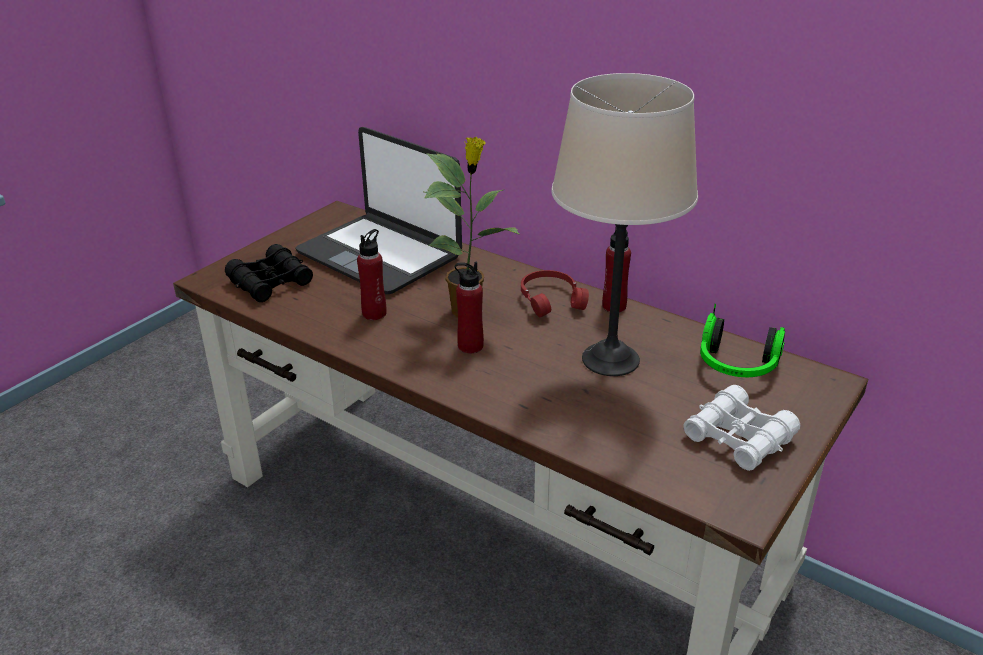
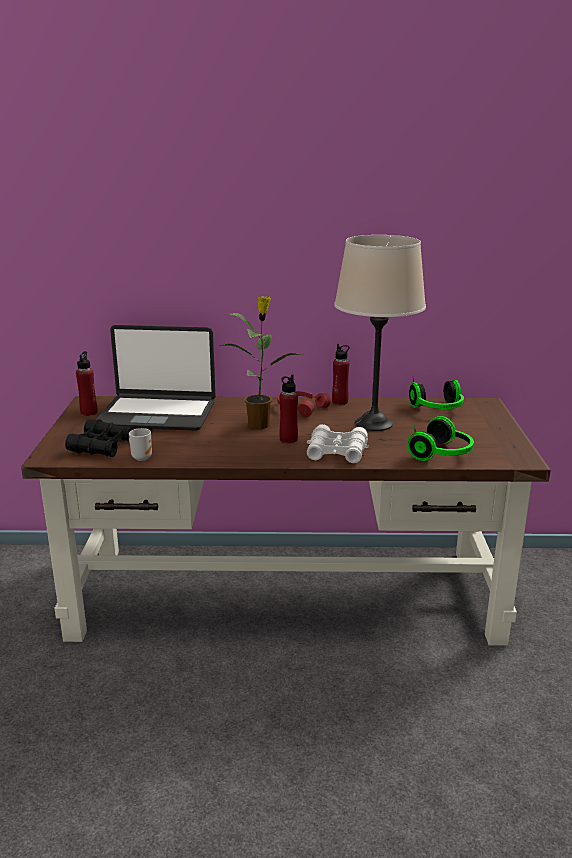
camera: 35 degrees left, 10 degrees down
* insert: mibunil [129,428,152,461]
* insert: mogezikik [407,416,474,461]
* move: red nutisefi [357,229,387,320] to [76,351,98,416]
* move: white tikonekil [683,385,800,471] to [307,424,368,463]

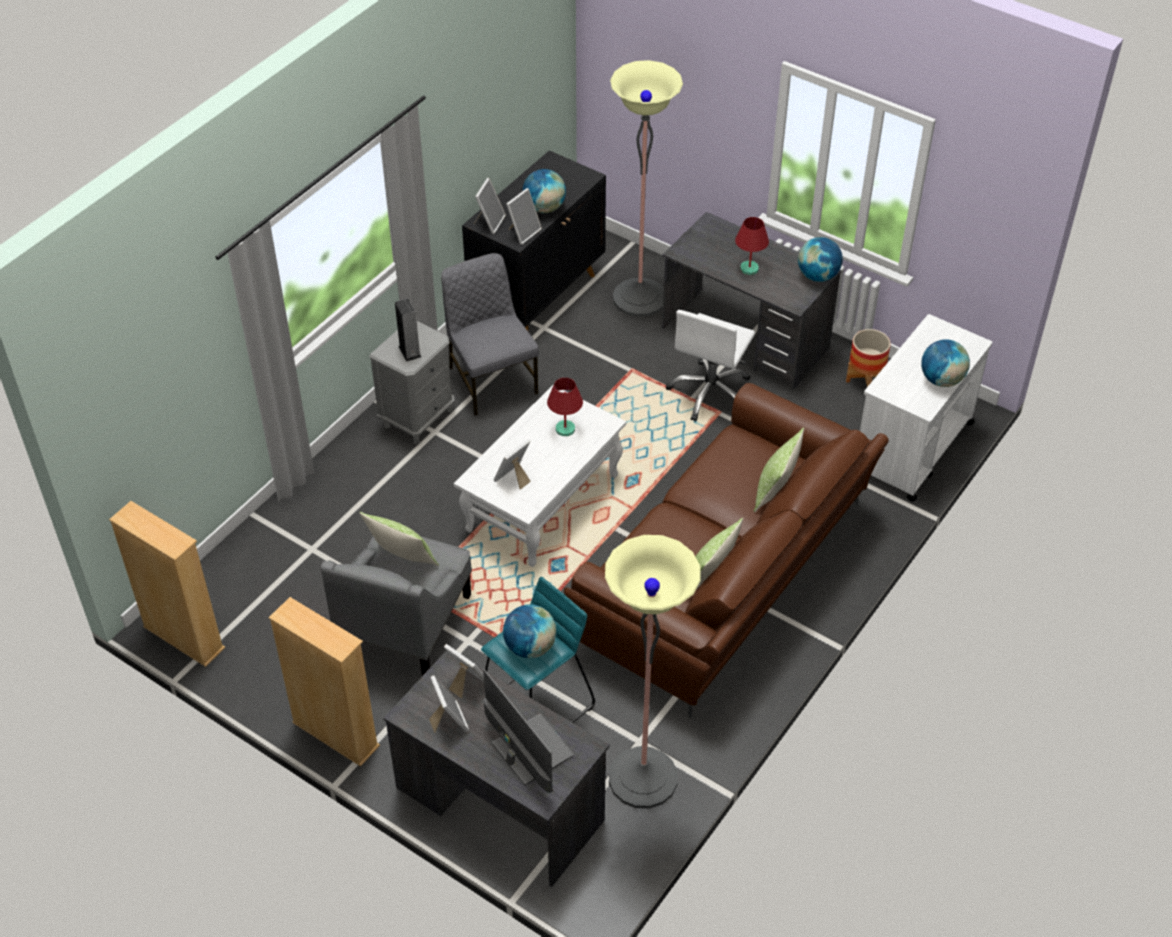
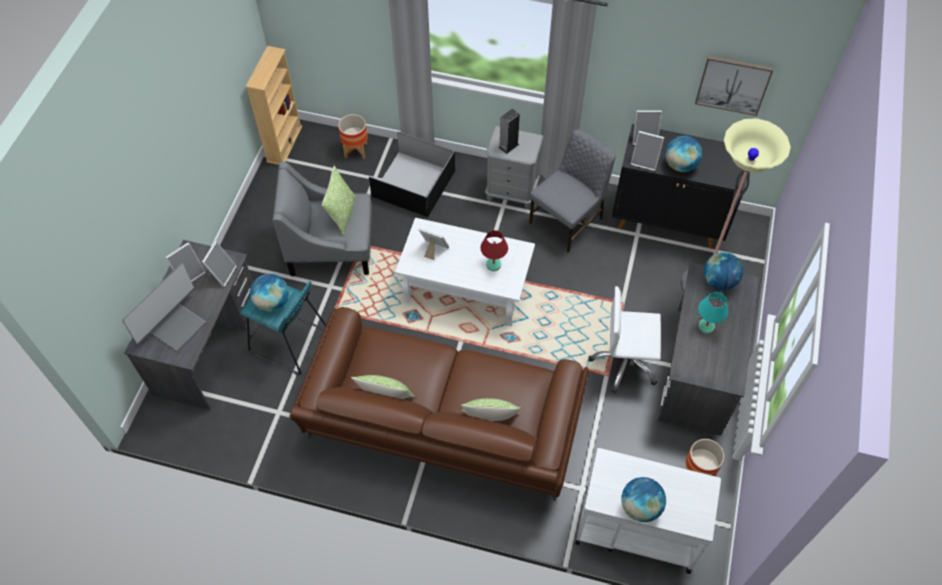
camera: 70 degrees right, 10 degrees up
* delete: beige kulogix [269,597,380,767]
* delete: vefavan [605,535,701,808]
* insert: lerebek [338,114,368,159]
* insert: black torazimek [369,131,455,217]
* insert: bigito [695,55,774,116]
* move: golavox [798,237,843,282] to [704,252,743,290]
* recolor: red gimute [735,217,769,275] to turquoise gimute [698,292,728,334]

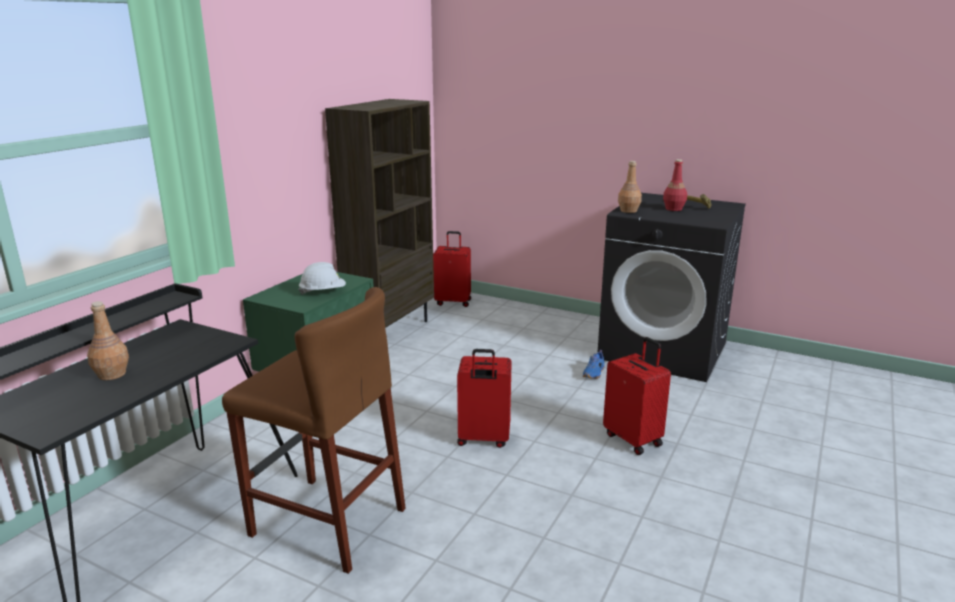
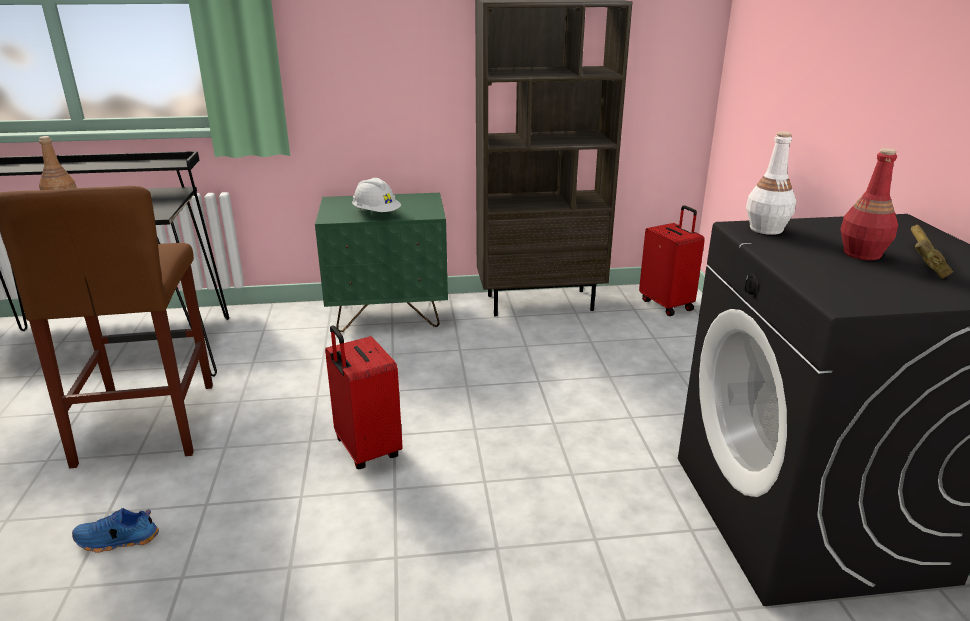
camera: 55 degrees right, 5 degrees up
* delete: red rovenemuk [603,337,671,455]
* move: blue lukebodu [583,350,605,379] to [72,508,159,553]
* recolor: brown nutisefi [618,161,642,213] to white nutisefi [746,131,796,235]

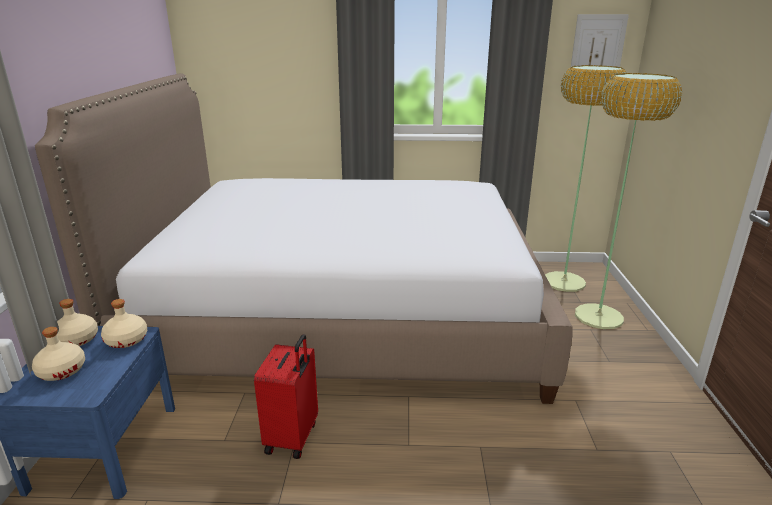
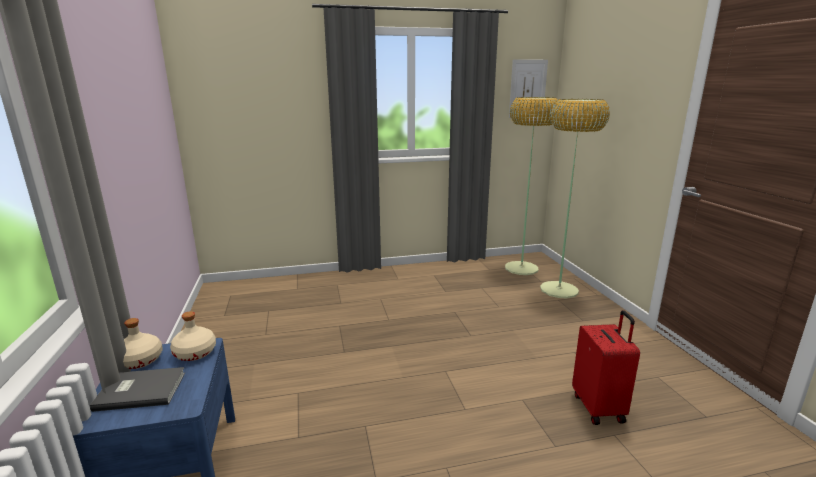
camera: 15 degrees left, 5 degrees down
* delete: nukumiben [35,73,573,404]
* move: red rovenemuk [254,334,318,459] to [572,310,640,425]
* replace: beige nutisefi [32,327,85,381] to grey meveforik [90,367,185,412]

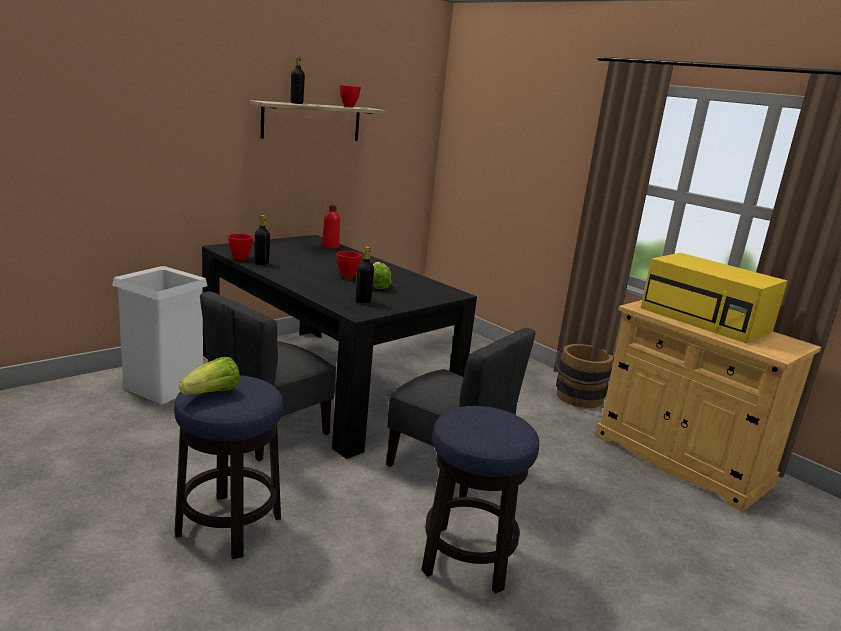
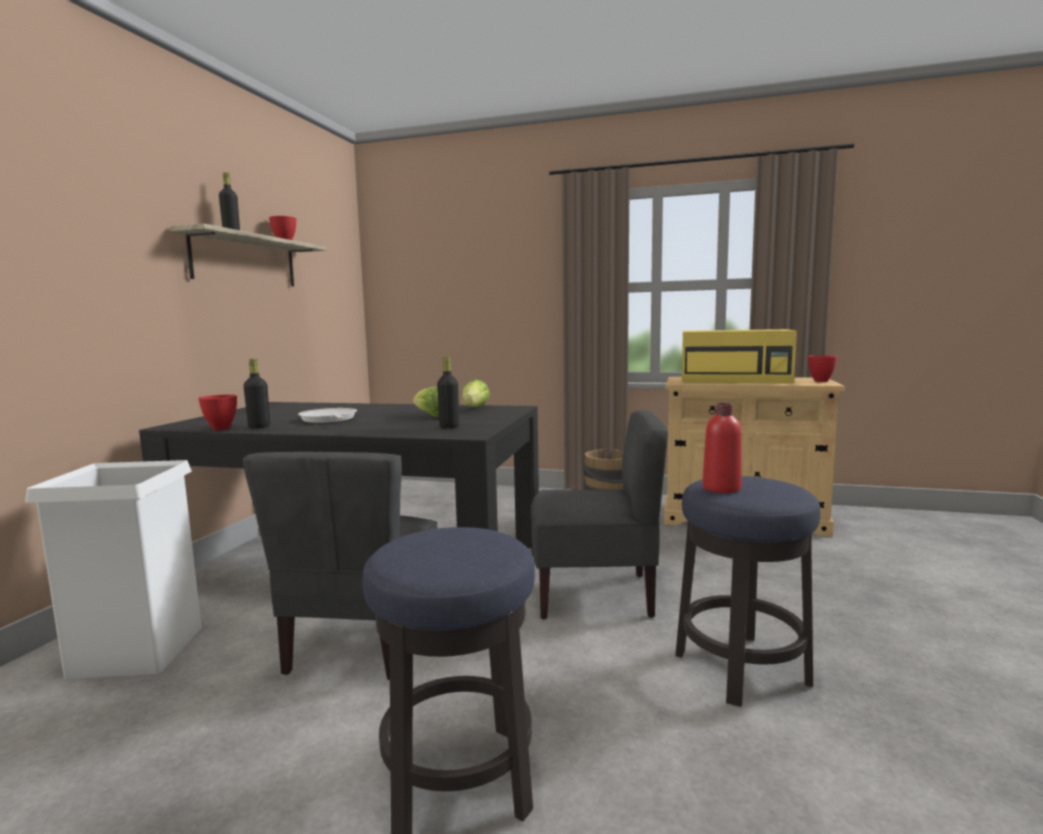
camera: 30 degrees left, 10 degrees down
* insert: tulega [298,408,357,423]
* move: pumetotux [179,357,240,395] to [462,379,490,407]
* move: red nutisefi [322,205,340,248] to [702,403,742,493]
* move: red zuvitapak [337,251,362,279] to [808,355,838,382]

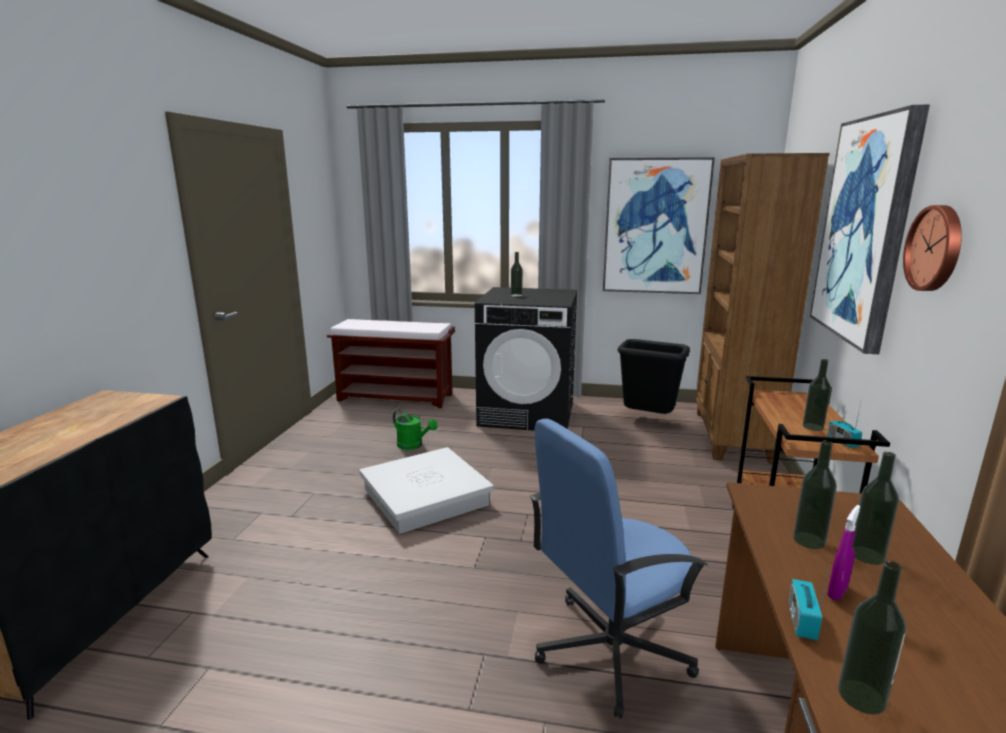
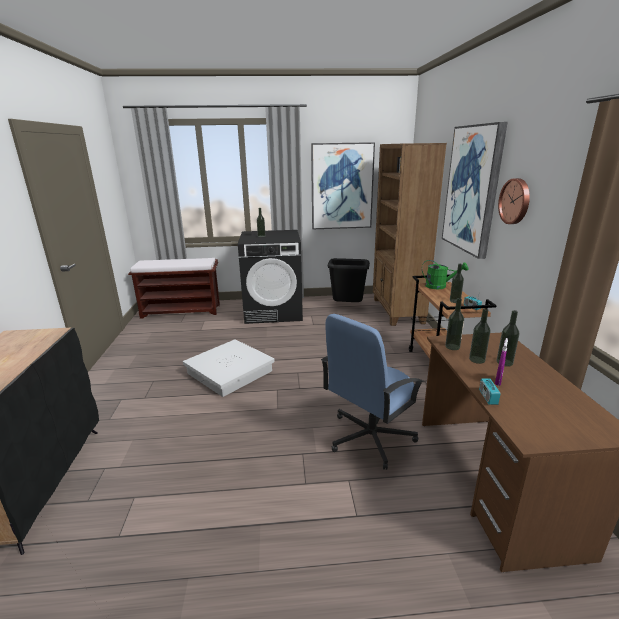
camera: 15 degrees left, 5 degrees up
* move: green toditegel [393,410,438,450] to [422,260,468,289]
* move: nutisefi [838,561,906,715] to [445,298,464,350]

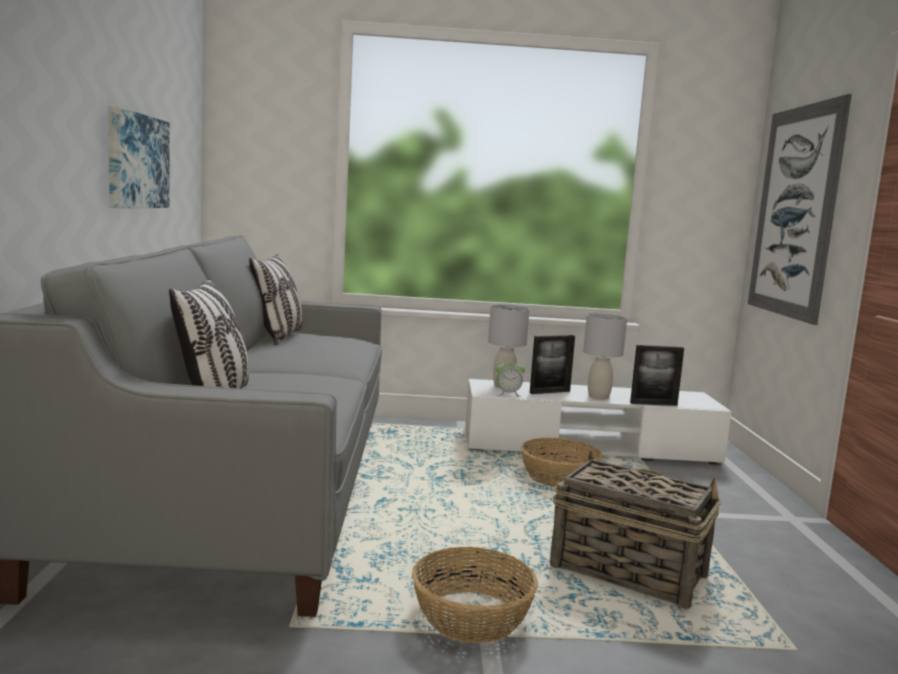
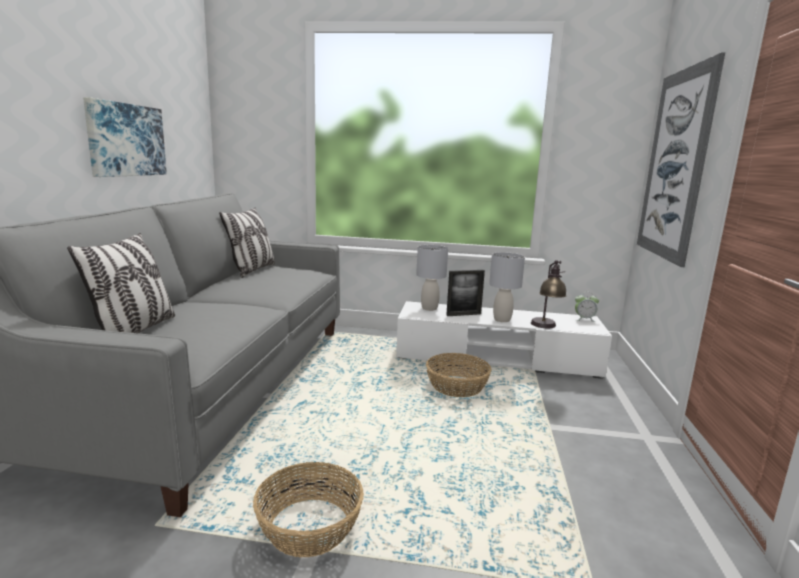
camera: 10 degrees right, 5 degrees up
* delete: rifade [550,450,721,609]
* move: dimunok [495,358,525,397] to [575,294,599,322]
* replace: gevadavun [630,345,684,406] to gimute [531,260,567,328]

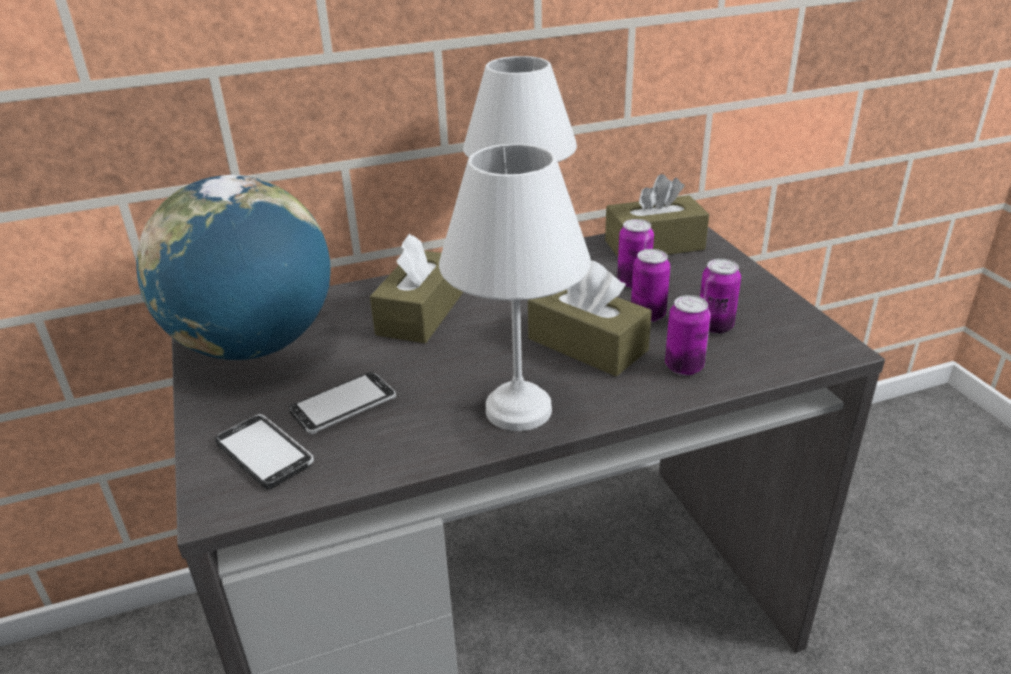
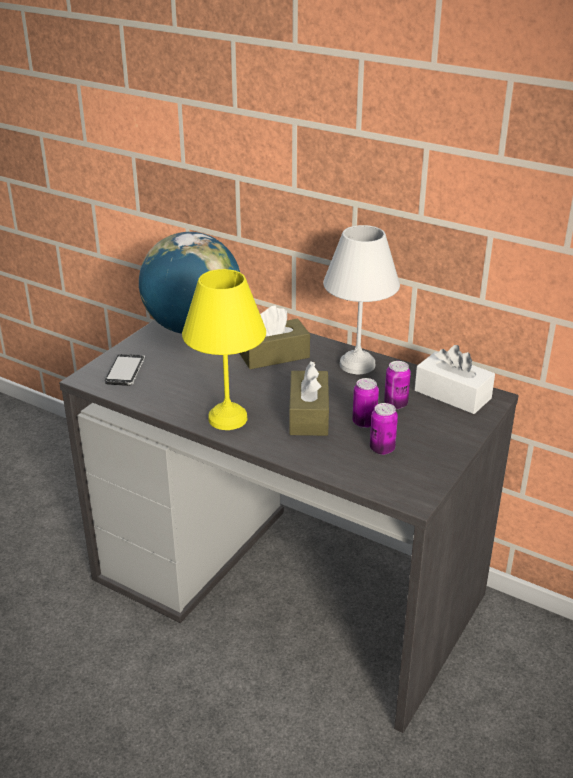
camera: 50 degrees right, 0 degrees up
* delete: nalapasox [289,372,396,434]
* delete: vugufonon [665,295,711,375]
* recolor: white gimute [439,143,591,431] to yellow gimute [182,269,266,430]
* recolor: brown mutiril [605,174,709,257] to white mutiril [415,345,495,414]

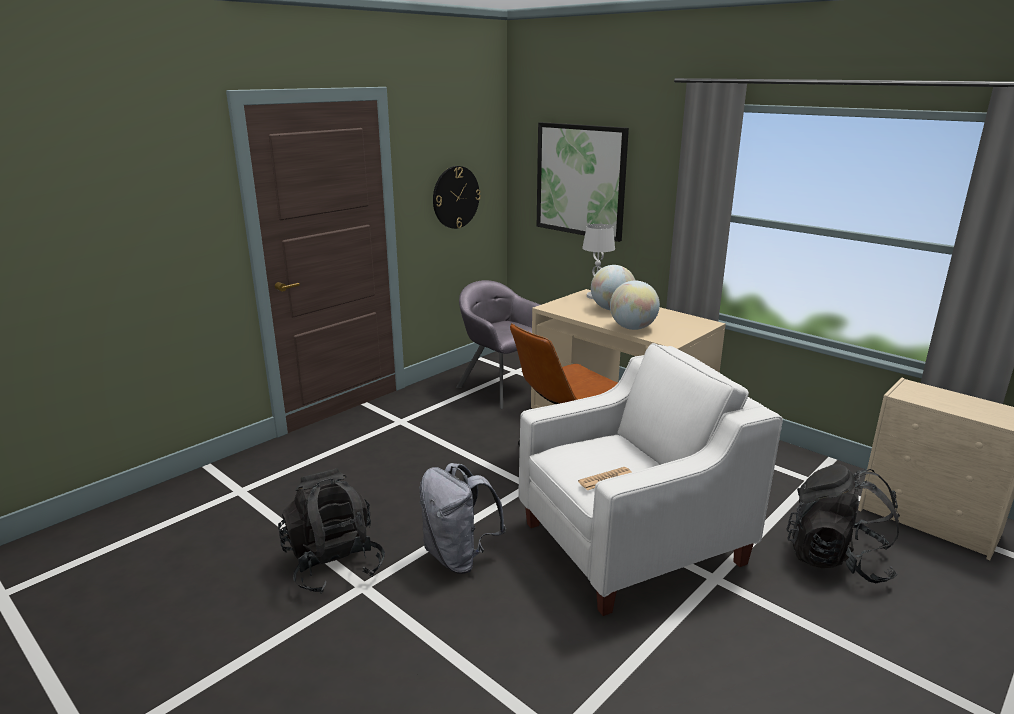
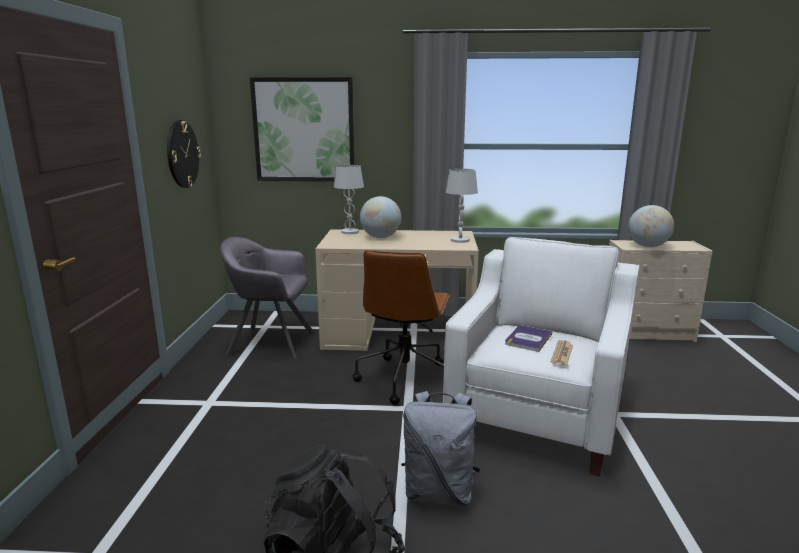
camera: 40 degrees left, 5 degrees down
* delete: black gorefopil [786,464,900,583]
* insert: white gimute [446,169,478,243]
* insert: meveforik [505,325,552,352]
* move: golavox [610,281,660,330] to [628,205,674,247]

